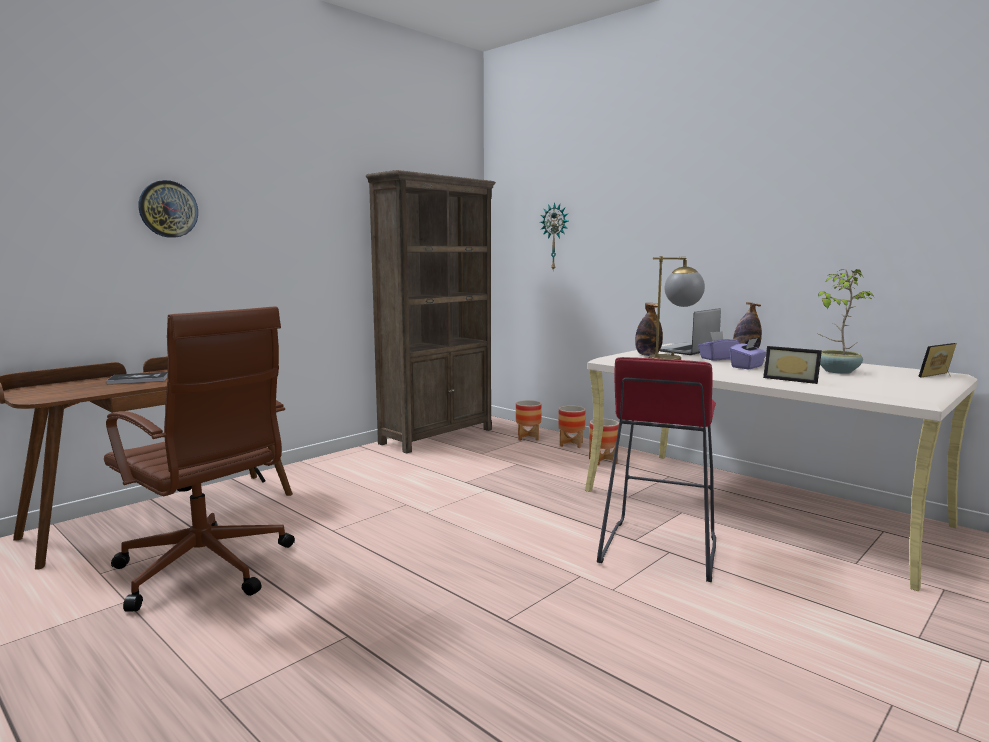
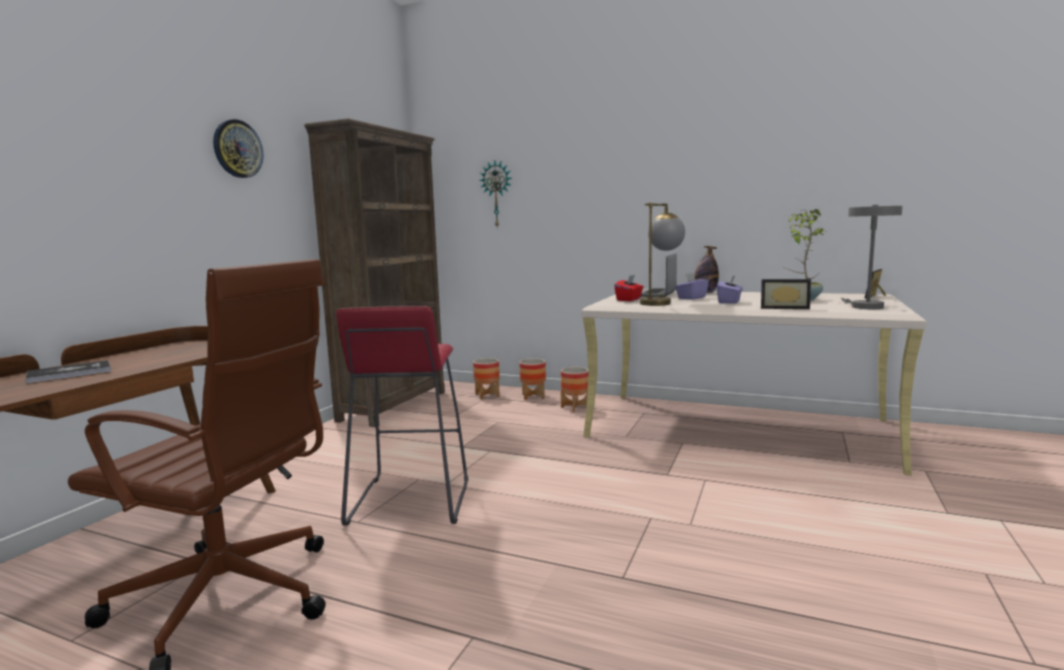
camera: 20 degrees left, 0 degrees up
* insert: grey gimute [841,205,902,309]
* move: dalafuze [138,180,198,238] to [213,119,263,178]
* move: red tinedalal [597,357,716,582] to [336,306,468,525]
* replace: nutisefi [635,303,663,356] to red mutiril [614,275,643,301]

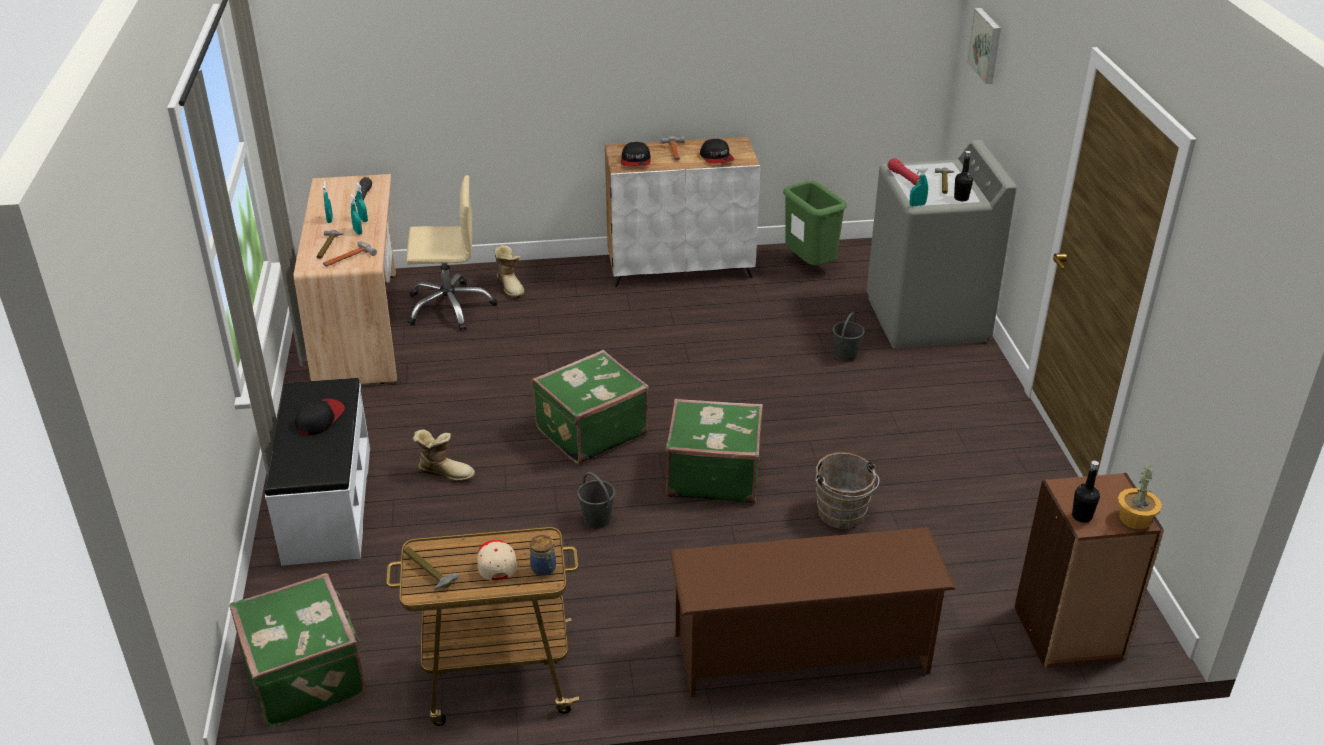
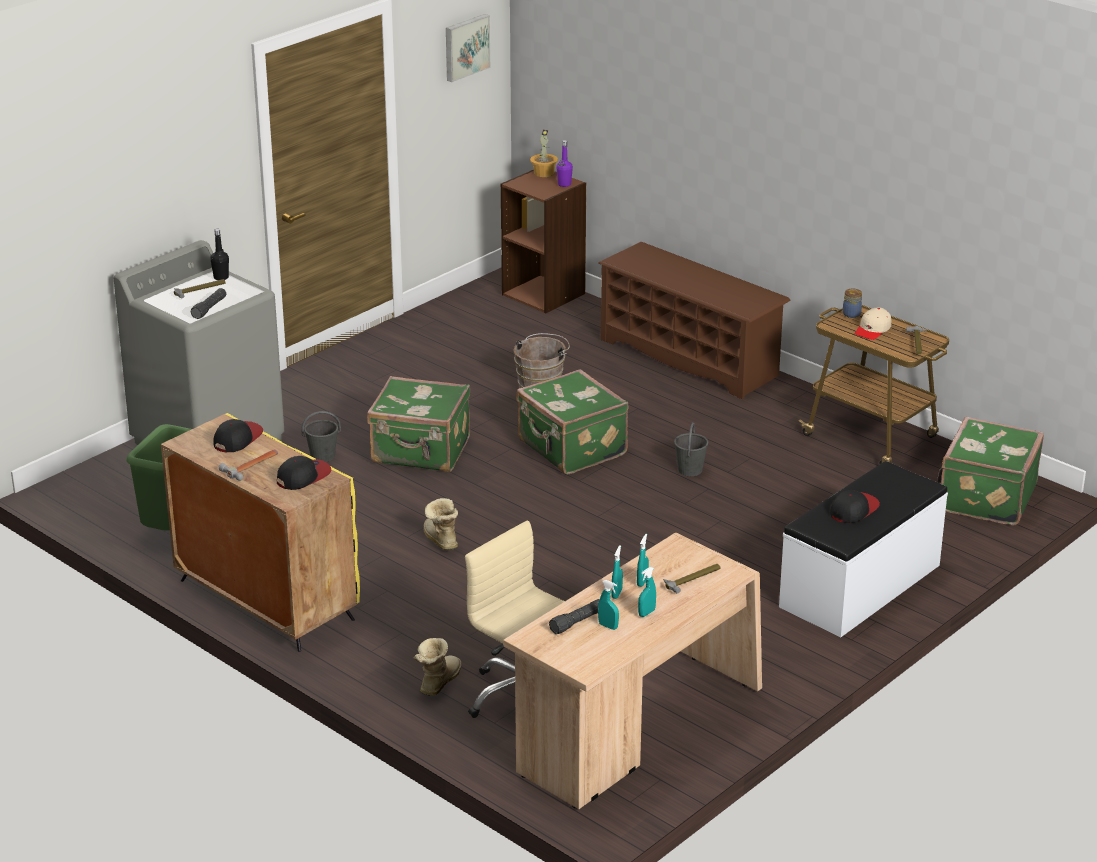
camera: 130 degrees left, 5 degrees down
* delete: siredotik [323,241,377,267]
* move: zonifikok [413,430,475,483] to [423,498,458,550]
* move: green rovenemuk [532,350,649,464] to [367,376,470,472]
* move: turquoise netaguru [910,167,928,206] to [598,580,619,630]
* move: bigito [967,8,1001,84] to [446,14,490,82]
* recolor: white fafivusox [605,137,760,287] to yellow fafivusox [161,413,360,652]
* recolor: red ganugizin [887,158,920,185] to black ganugizin [191,288,226,319]
* recolor: black nutisefi [1072,461,1100,523] to purple nutisefi [556,140,573,187]
* rotate: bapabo [295,399,345,435] = [830,490,880,523] 150 degrees clockwise

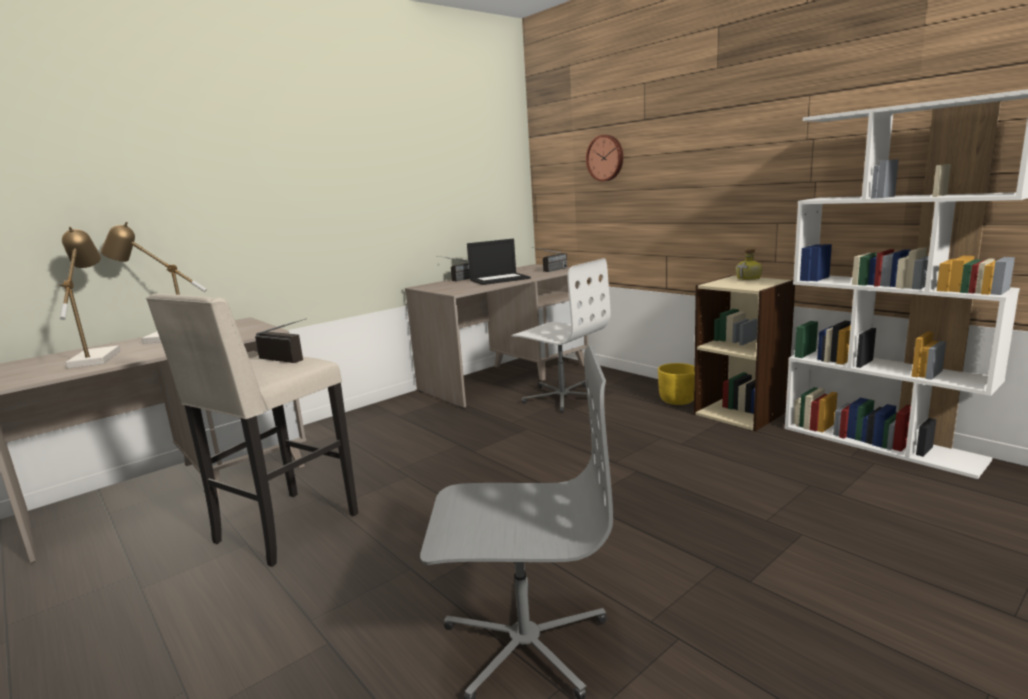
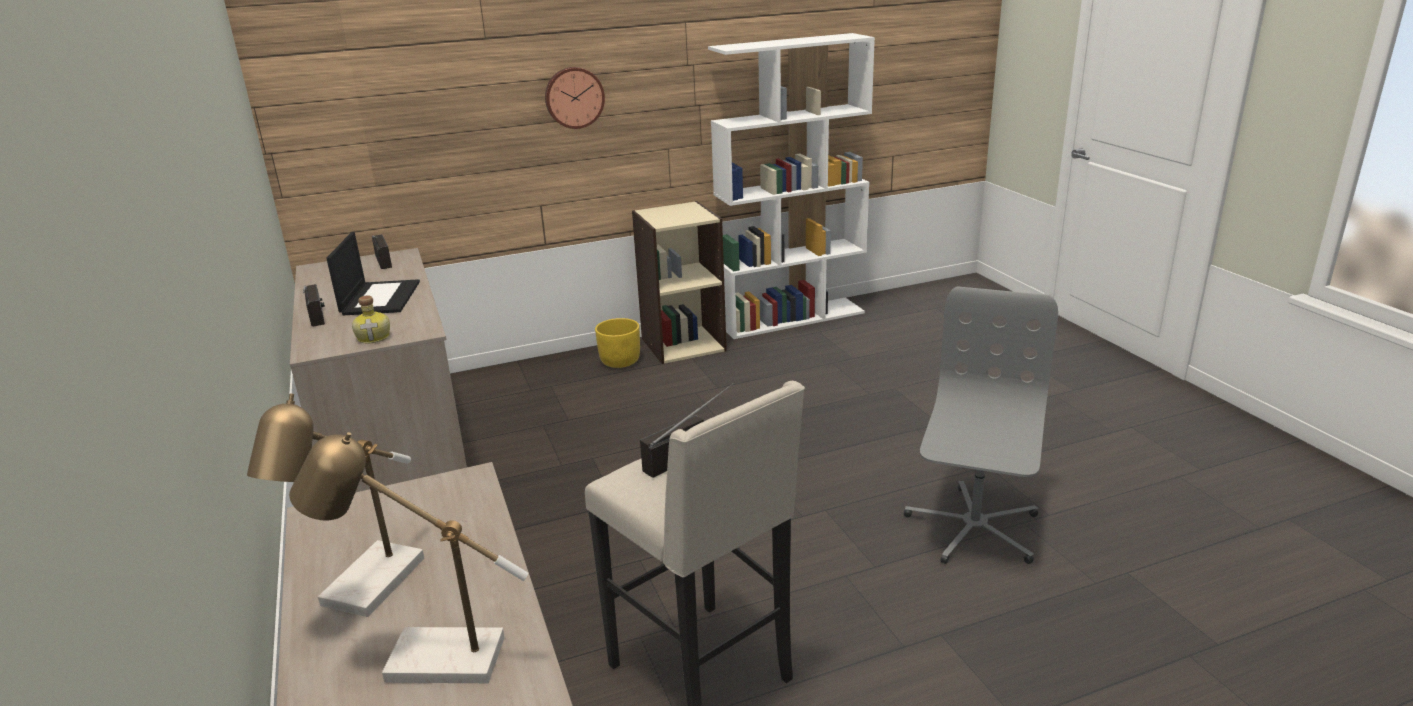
camera: 70 degrees left, 10 degrees up
* delete: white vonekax [511,258,611,413]
* move: dalafuze [586,135,623,182] to [545,67,605,129]
* move: nutisefi [736,248,763,280] to [352,295,390,343]

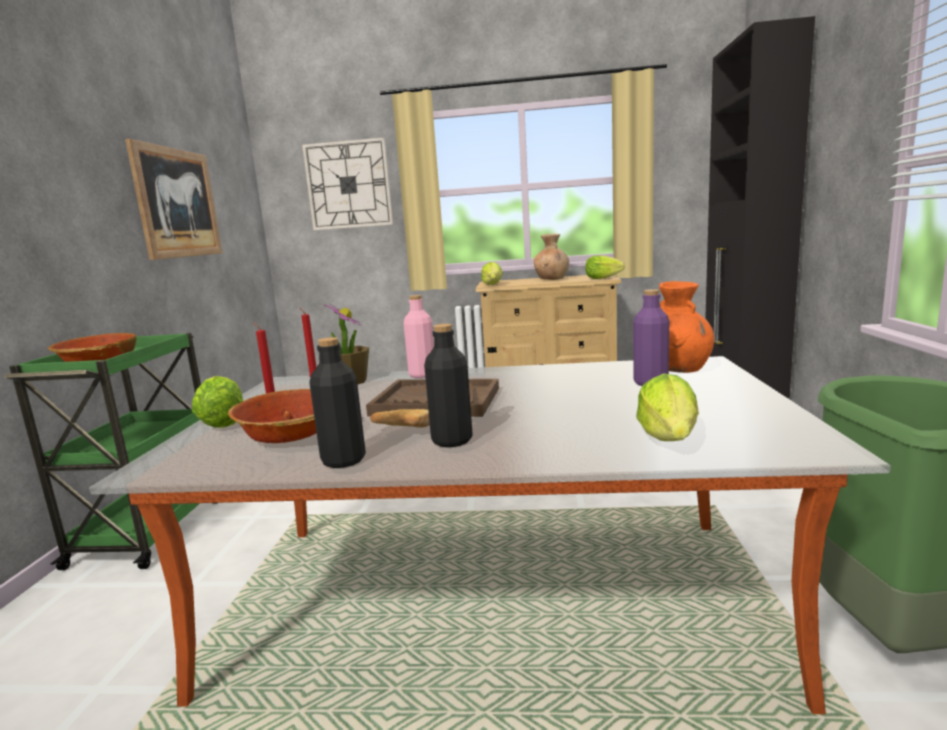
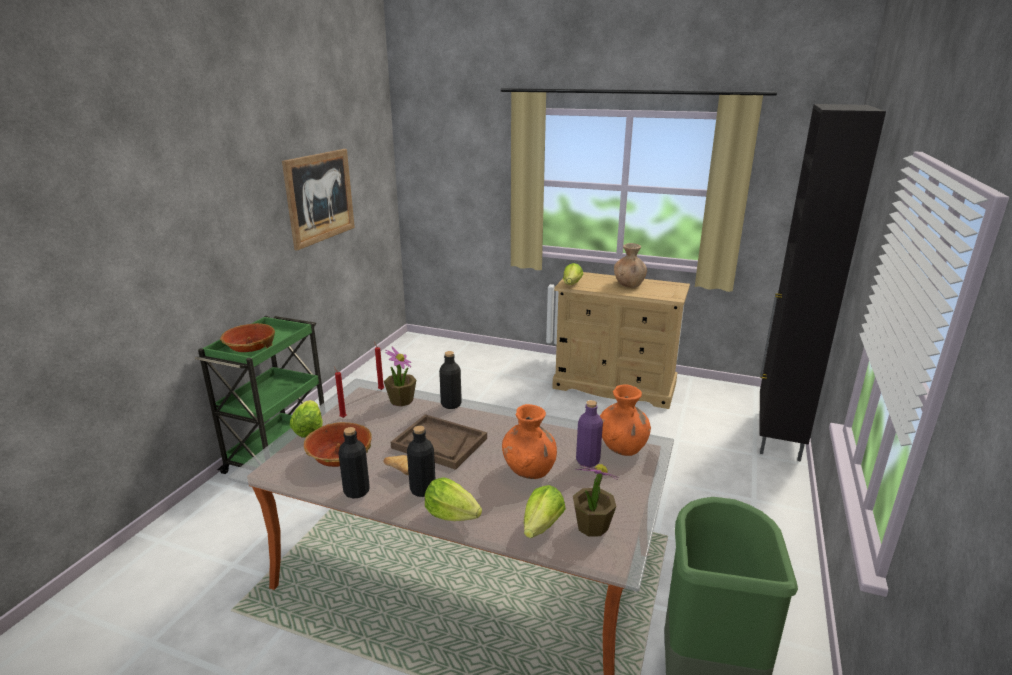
camera: 15 degrees right, 10 degrees up
* delete: dalafuze [302,138,393,230]
* insert: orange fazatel [502,404,557,479]
* insert: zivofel [573,464,619,537]
* move: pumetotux [586,255,625,279] to [425,477,482,521]
* recolor: pink nutisefi [403,295,434,378] to black nutisefi [439,351,462,409]

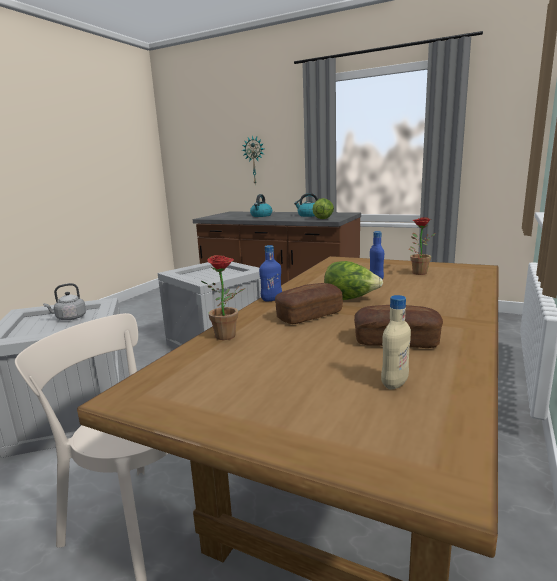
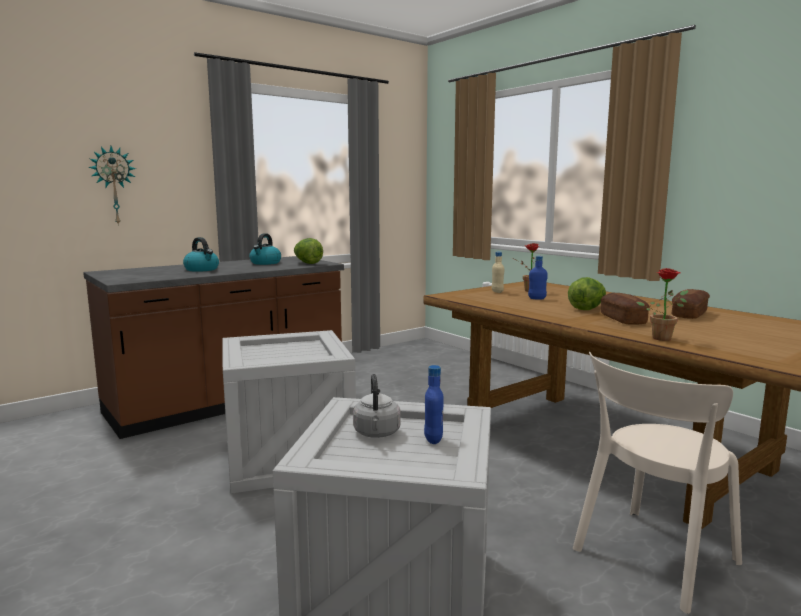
camera: 65 degrees left, 5 degrees down
* move: blue nutisefi [259,245,282,301] to [424,365,444,444]
* move: beige nutisefi [381,295,411,389] to [491,252,504,293]

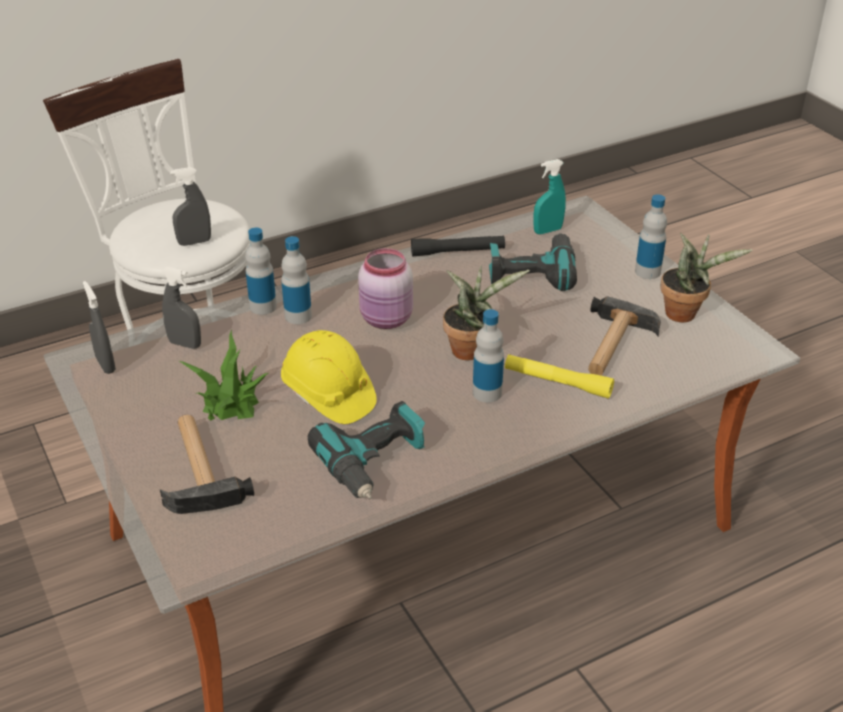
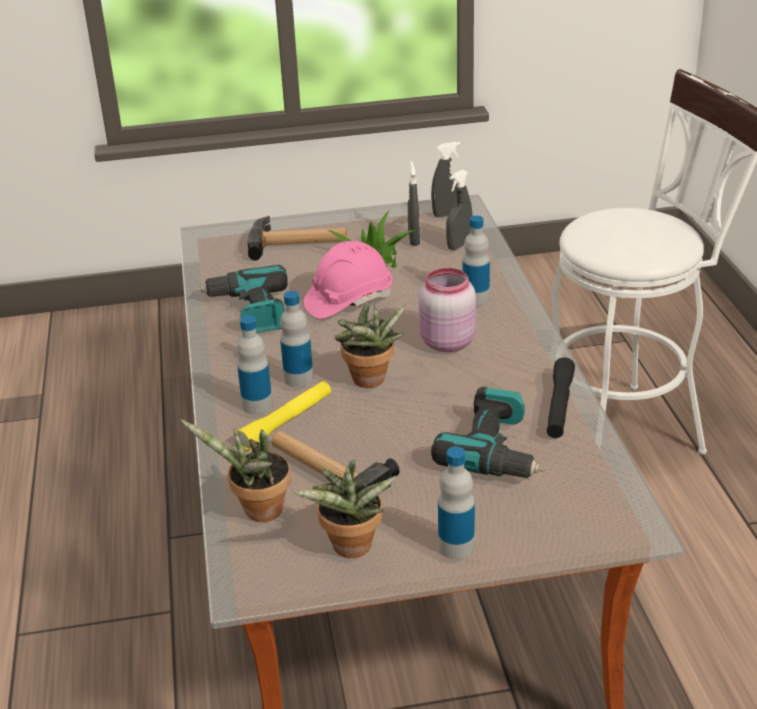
camera: 110 degrees right, 5 degrees down
* delete: turquoise netaguru [533,159,566,234]
* insert: zivofel [180,419,291,522]
* move: grey netaguru [170,167,211,246] to [408,162,420,246]
* move: nutisefi [245,228,277,315] to [237,315,273,414]
* recolor: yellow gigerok [281,330,377,424] to pink gigerok [304,241,392,319]

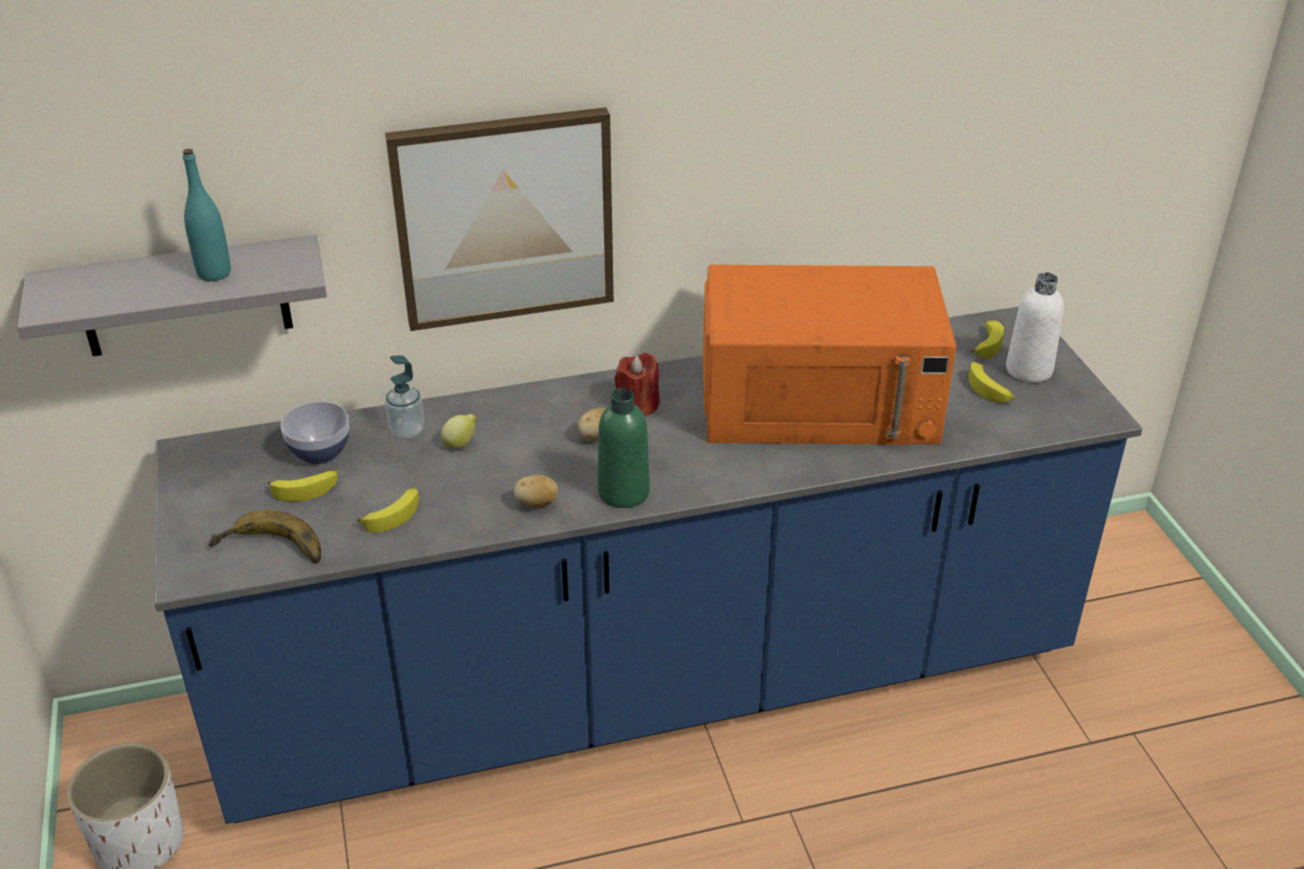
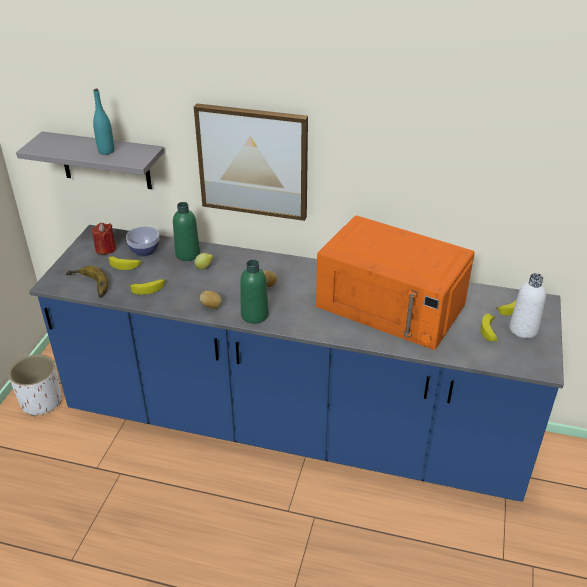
camera: 30 degrees right, 0 degrees up
* move: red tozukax [614,353,660,416] to [92,223,116,255]
* replace: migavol [385,355,424,439] to green nutisefi [173,202,200,261]

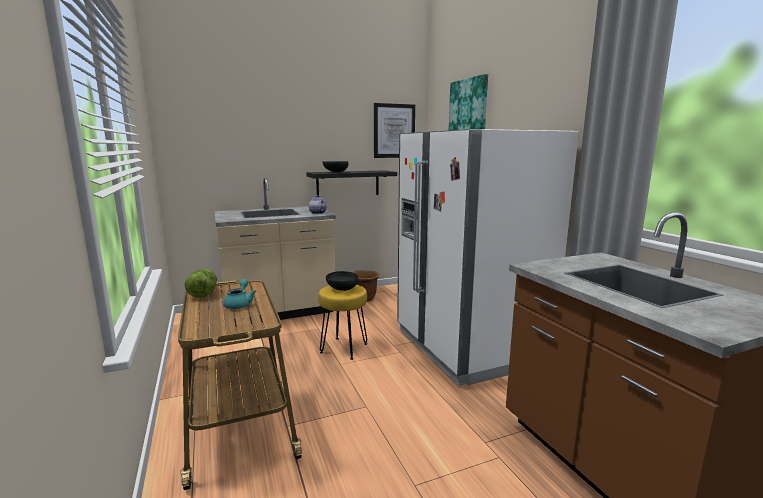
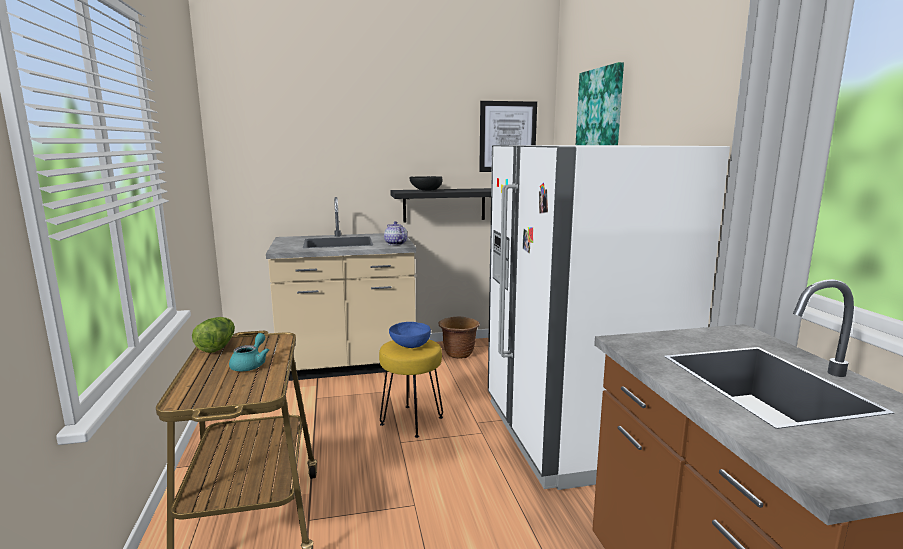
camera: 10 degrees right, 0 degrees up
* recolor: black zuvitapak [326,271,358,291] to blue zuvitapak [389,322,431,348]

